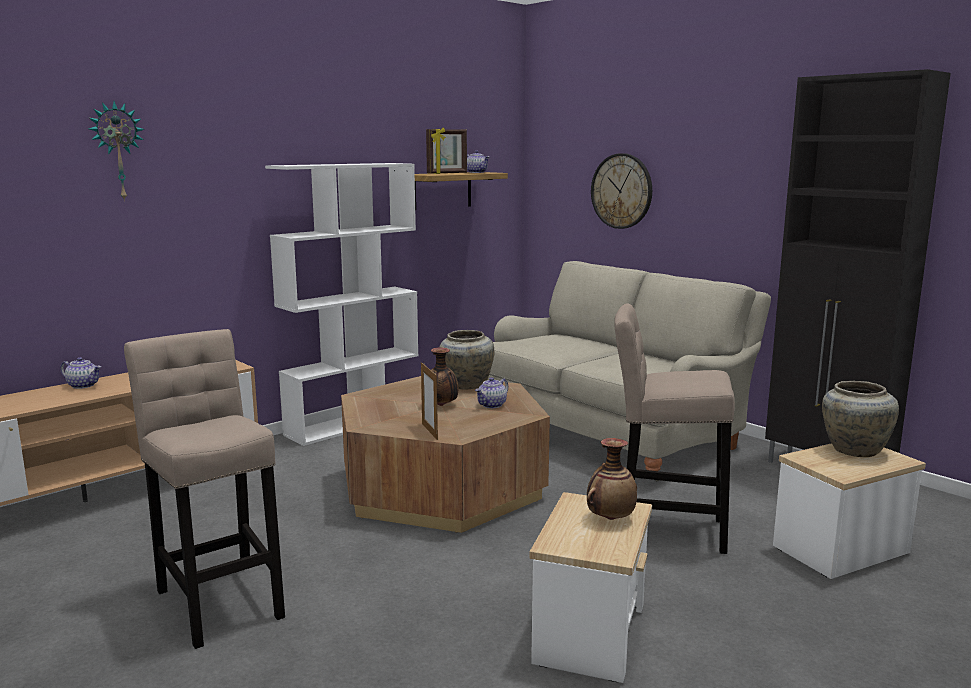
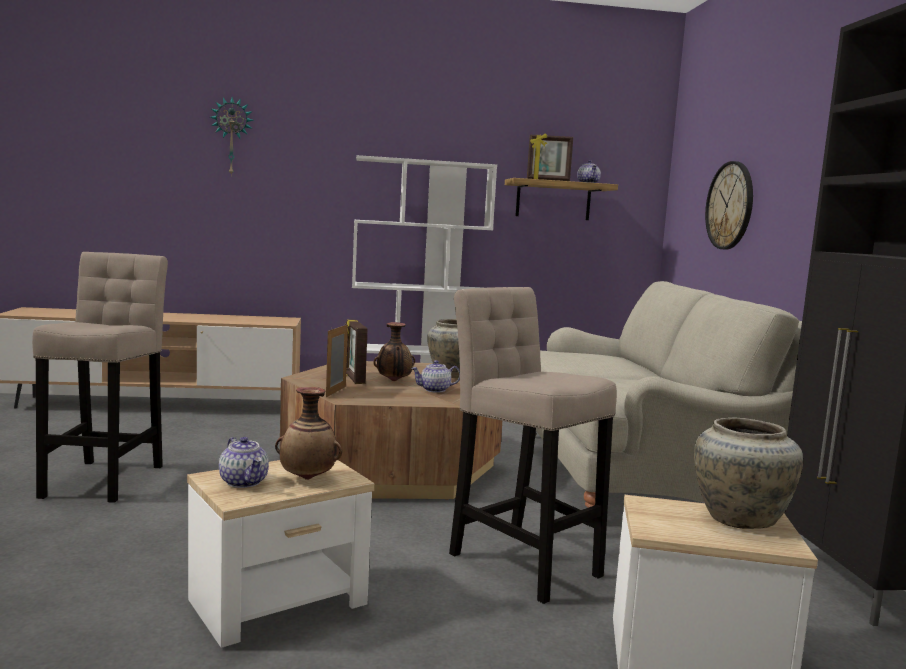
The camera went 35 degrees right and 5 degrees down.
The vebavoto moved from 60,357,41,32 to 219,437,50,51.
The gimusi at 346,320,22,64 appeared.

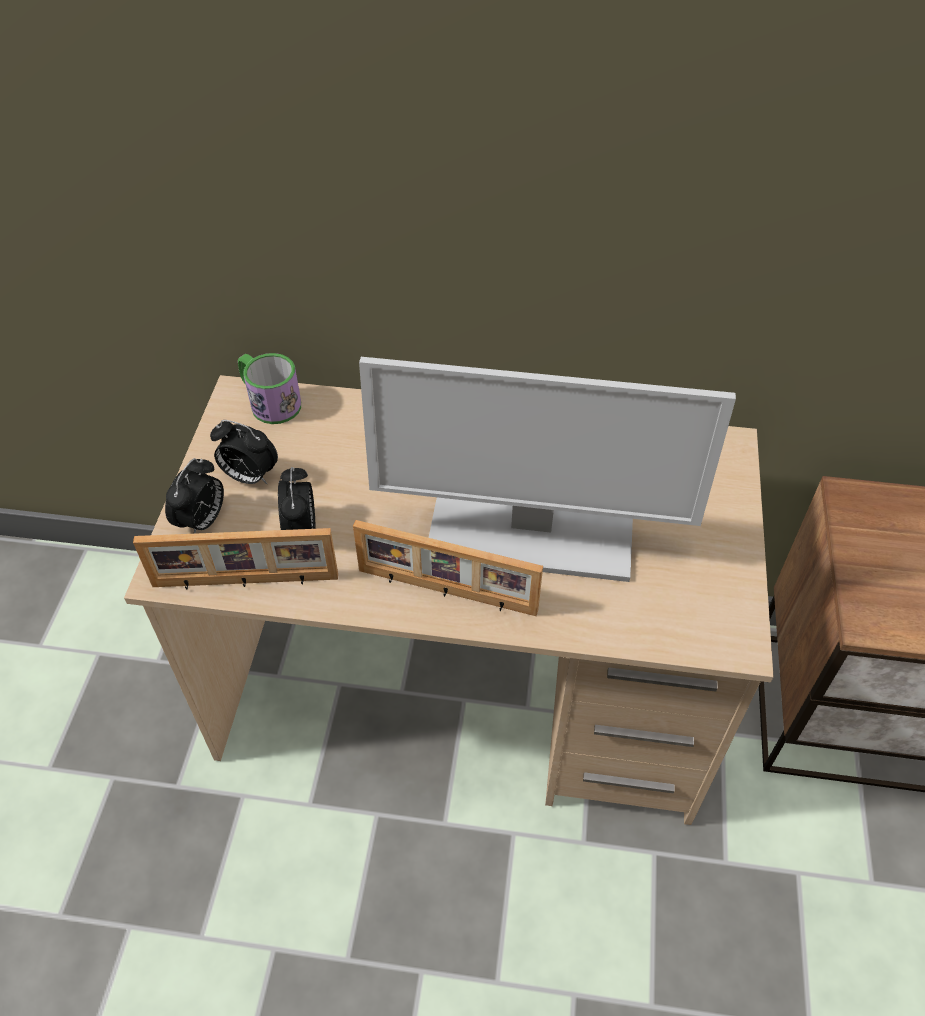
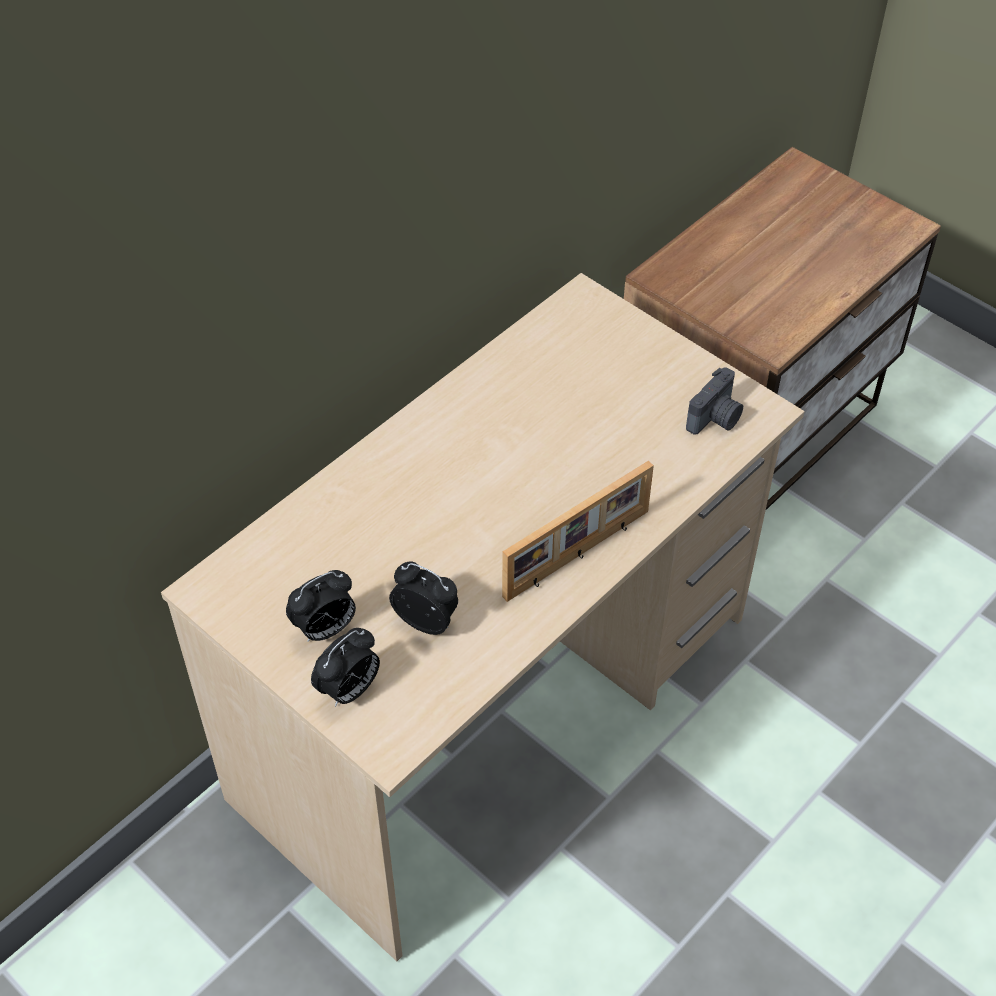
The camera went 55 degrees left and 0 degrees up.
The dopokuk at 238,353,63,71 disappeared.
The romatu at 359,357,377,225 disappeared.
The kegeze at 165,458,59,76 turned 75 degrees clockwise.
The gimusi at 133,528,205,61 disappeared.
The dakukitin at 686,367,57,68 appeared.

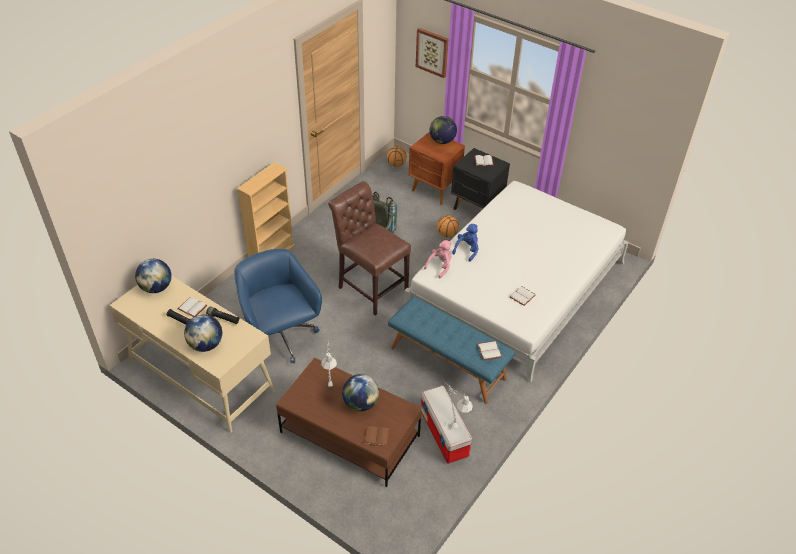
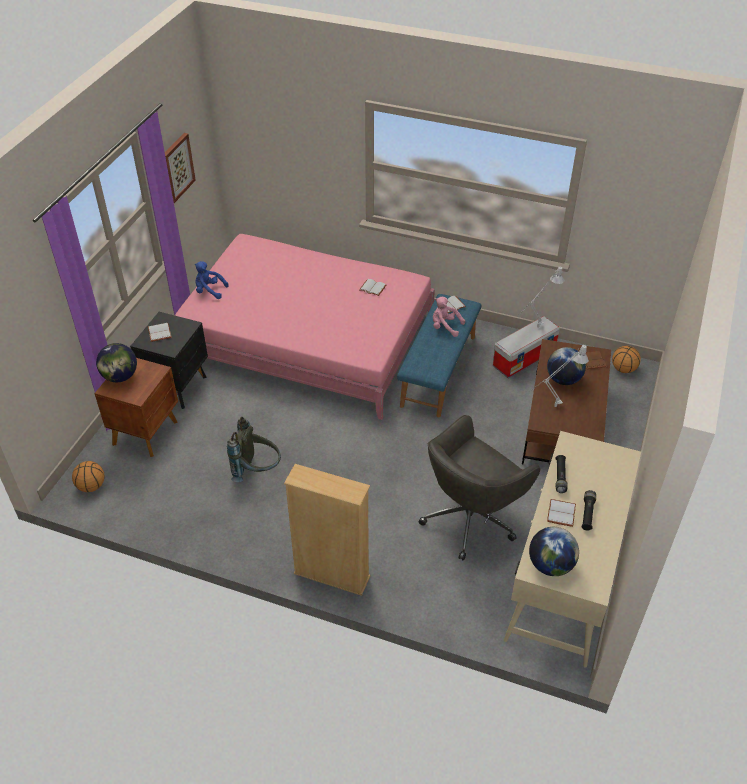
The camera went 105 degrees left and 0 degrees up.
The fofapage moved from 416,28,33,50 to 165,133,31,70.
The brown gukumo at 328,181,83,135 disappeared.
The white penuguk at 404,181,225,202 became the pink penuguk at 175,234,260,186.
The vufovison moved from 437,215,22,22 to 612,346,29,27.
The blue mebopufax moved from 452,224,27,38 to 195,261,34,38.
The pink mebopufax moved from 424,240,28,39 to 433,297,32,40.
The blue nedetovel at 234,249,88,114 became the grey nedetovel at 418,415,122,145.
The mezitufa at 184,315,38,37 disappeared.

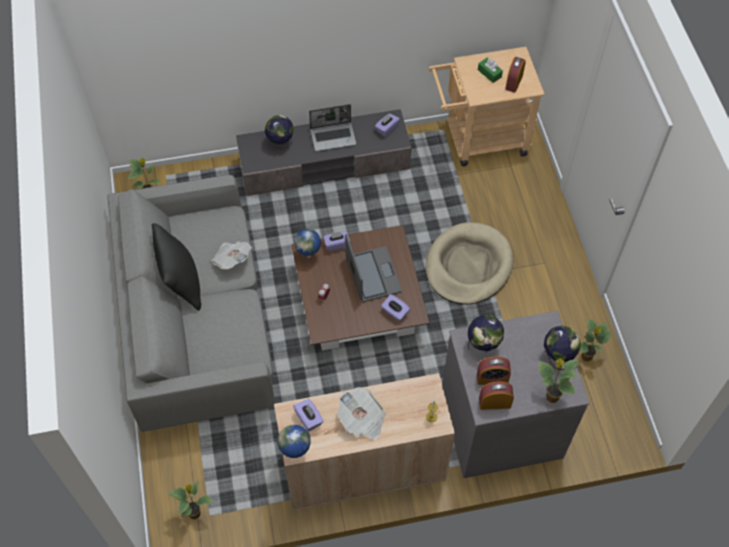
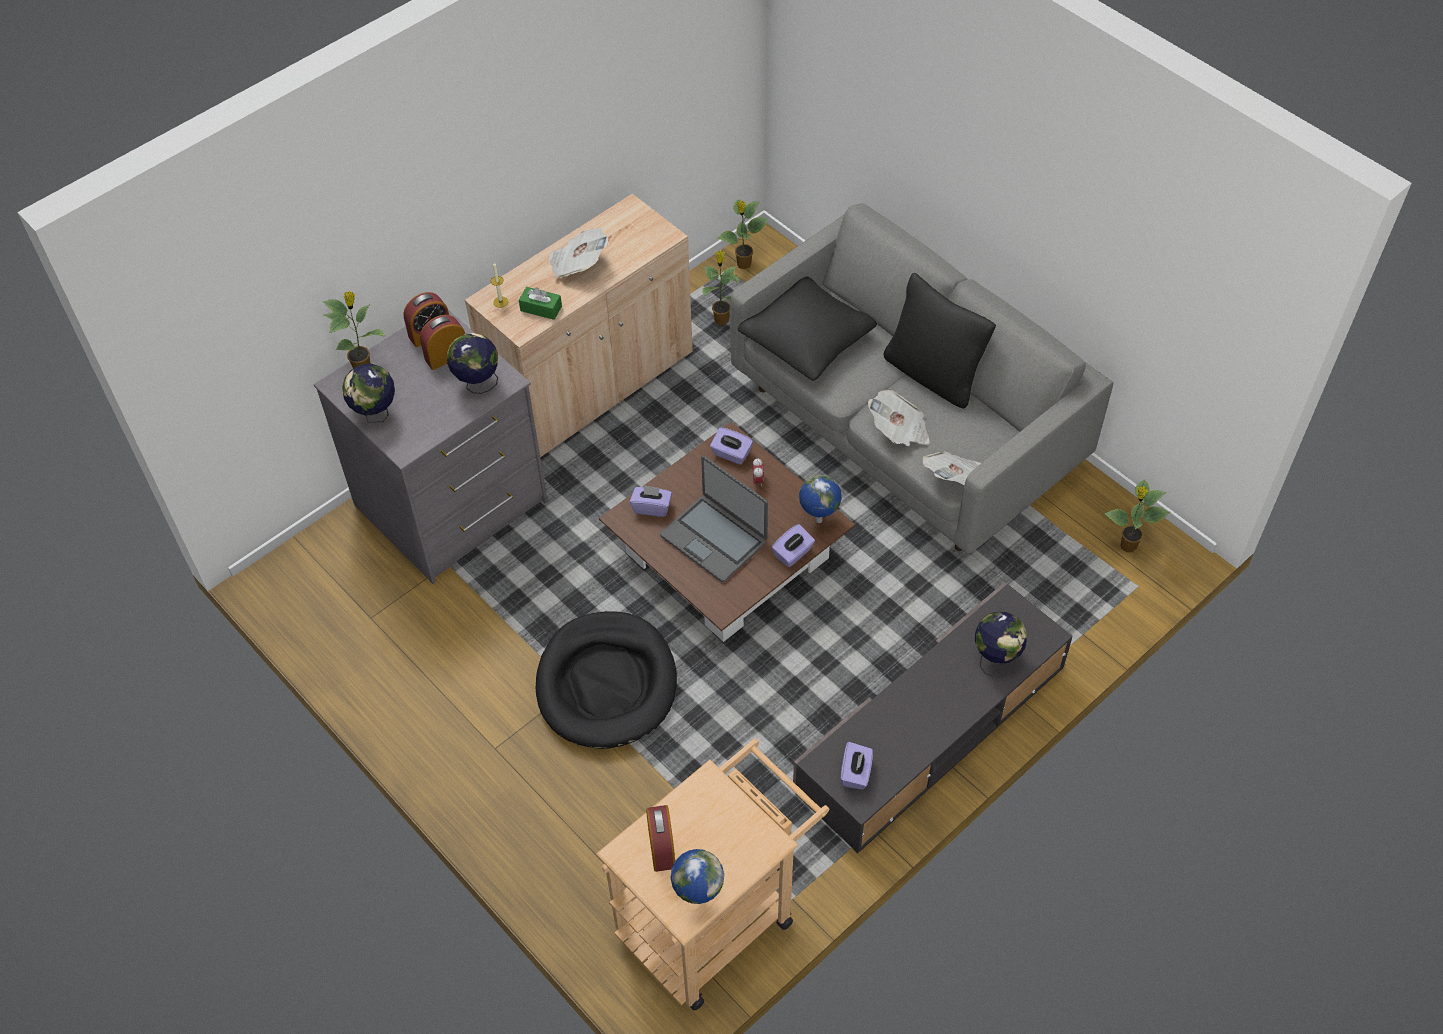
The camera went 150 degrees right and 5 degrees down.
The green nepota moved from 478,58,25,25 to 519,287,43,33.
The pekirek at 309,104,48,47 disappeared.
The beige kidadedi at 426,222,87,83 became the black kidadedi at 536,611,141,138.
The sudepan moved from 580,318,32,44 to 703,250,36,75.
The purple nepota moved from 293,399,31,33 to 710,427,43,38.
The mezitufa moved from 277,425,34,33 to 671,849,53,55.
The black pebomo at 738,277,139,104 appeared.
The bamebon at 922,451,59,34 appeared.

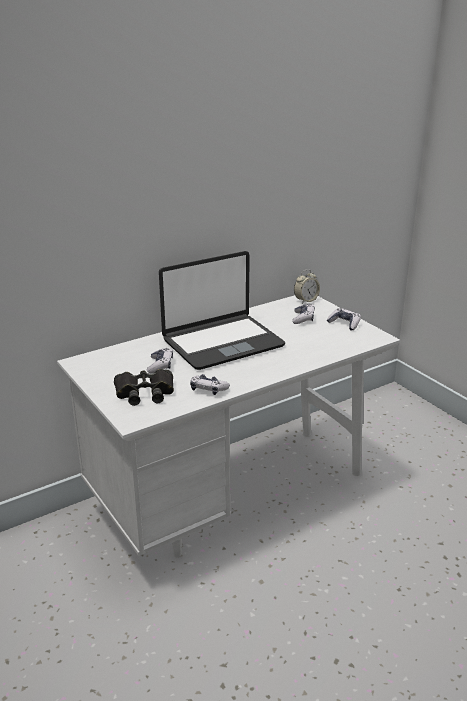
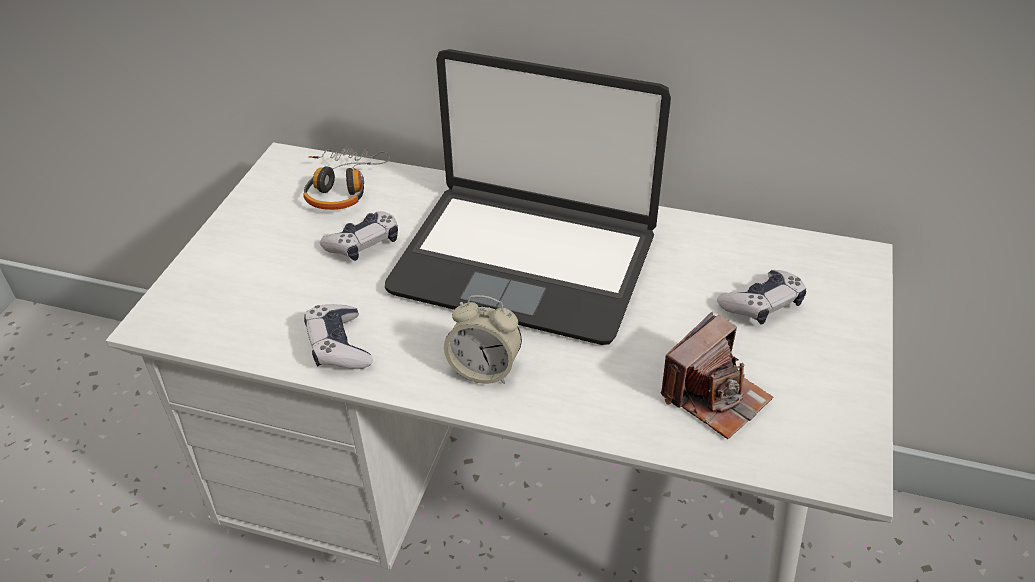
The camera went 50 degrees right and 15 degrees up.
The kegeze moved from 294,269,26,35 to 444,295,78,89.
The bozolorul at 327,308,34,23 disappeared.
The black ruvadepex at 114,369,60,37 disappeared.
The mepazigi at 303,148,87,62 appeared.
The dakukitin at 661,312,112,127 appeared.

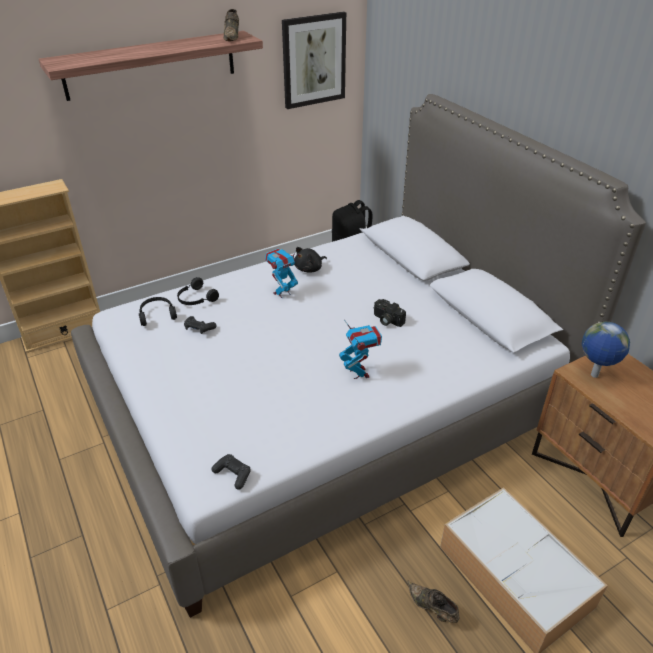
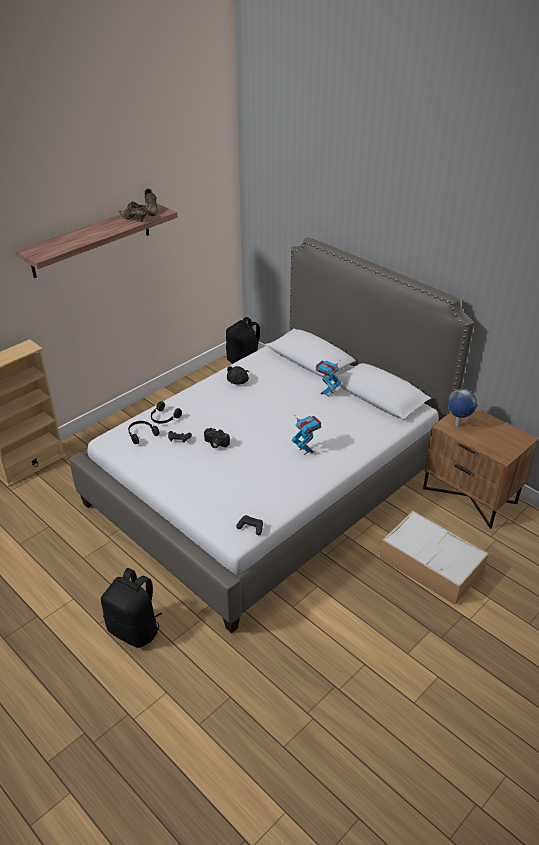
The camera went 15 degrees left and 0 degrees up.
The fofapage at 282,12,64,97 disappeared.
The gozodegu moved from 265,249,33,50 to 316,360,25,37.
The dakukitin moved from 373,299,33,28 to 204,428,26,20.
The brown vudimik moved from 407,581,52,42 to 119,201,29,21.
The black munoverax at 101,568,61,80 appeared.

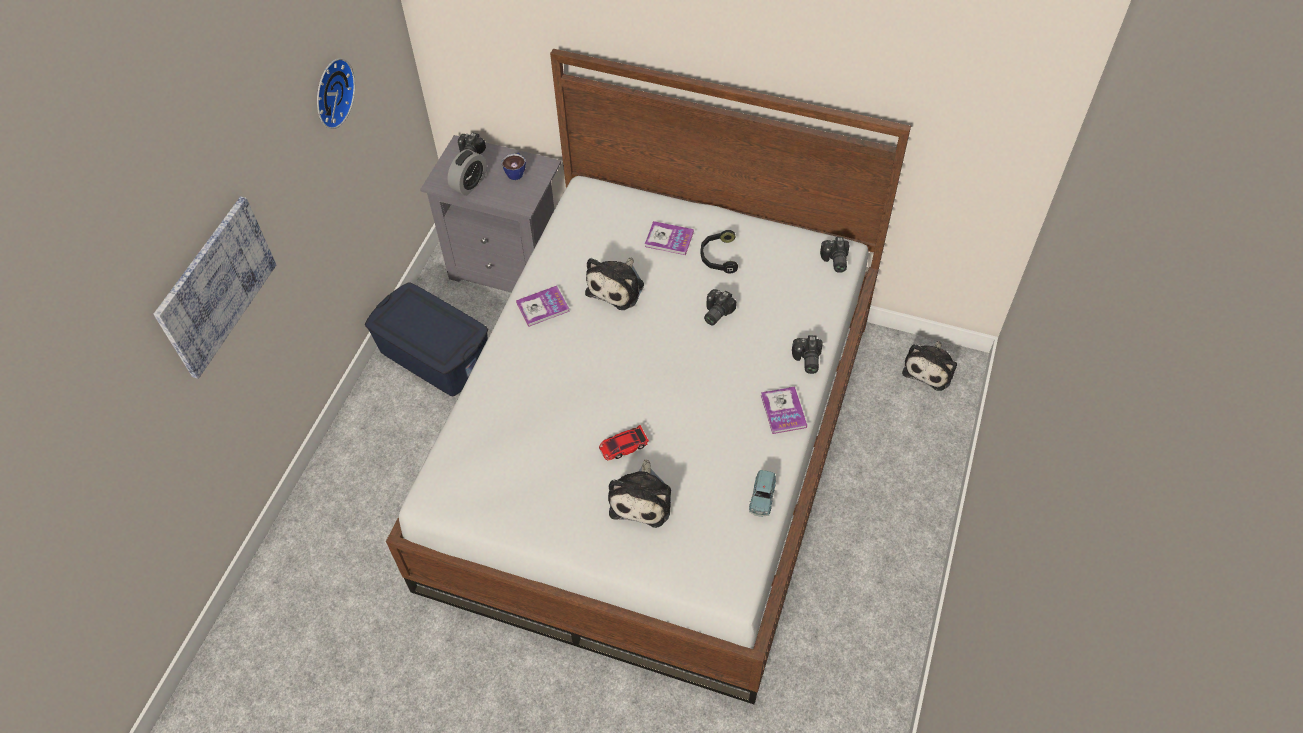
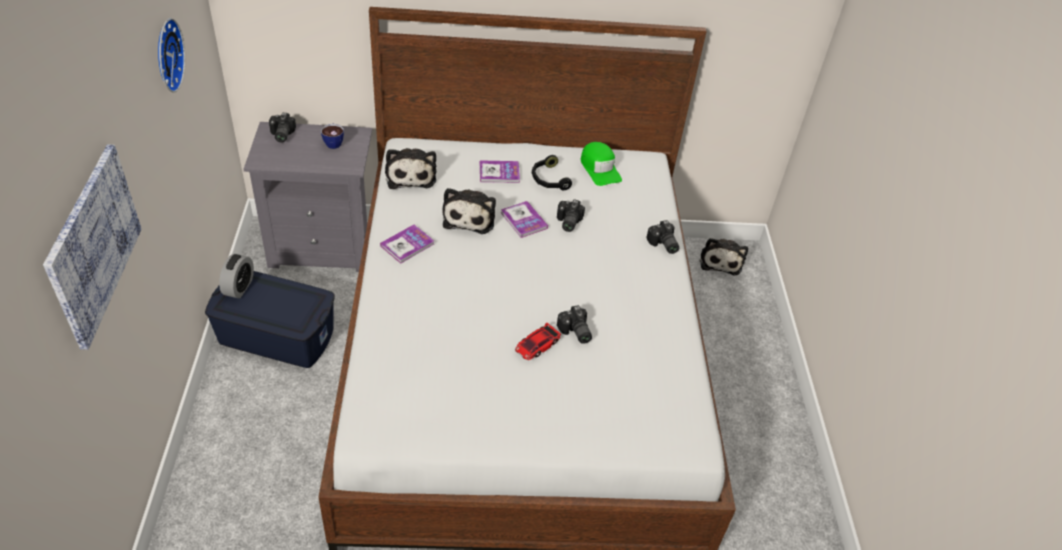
The camera went 25 degrees left and 10 degrees down.
The kegeze moved from 447,149,40,47 to 219,254,35,45.
The dakukitin moved from 820,237,29,36 to 557,305,35,39.
The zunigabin moved from 761,387,46,47 to 501,201,47,37.
The mebopufax moved from 608,459,63,69 to 385,148,51,41.
The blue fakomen at 749,470,27,47 disappeared.
The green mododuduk at 581,142,41,44 appeared.

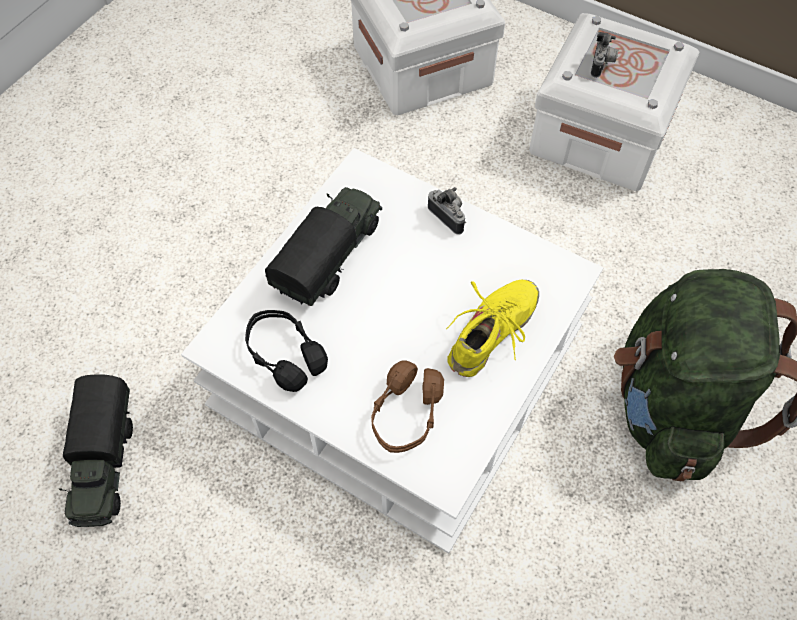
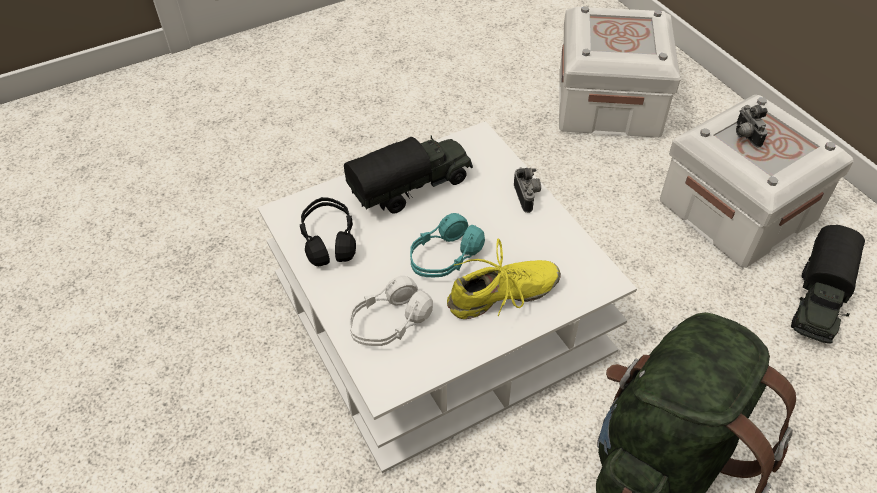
The camera went 30 degrees right and 10 degrees down.
The dakukitin at 591,32,28,46 turned 120 degrees clockwise.
The brown mepazigi at 371,360,73,93 became the white mepazigi at 349,276,84,70.
The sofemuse moved from 59,374,74,153 to 791,225,74,119.
The turquoise mepazigi at 410,213,75,64 appeared.

